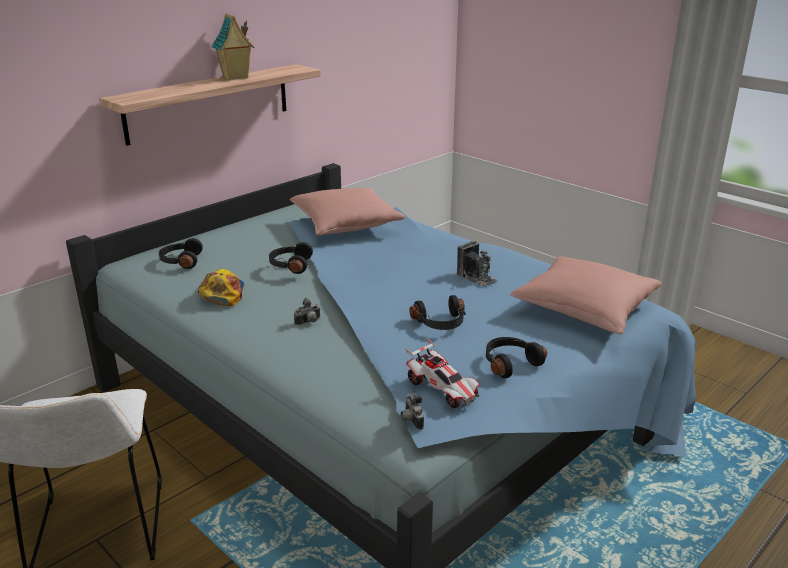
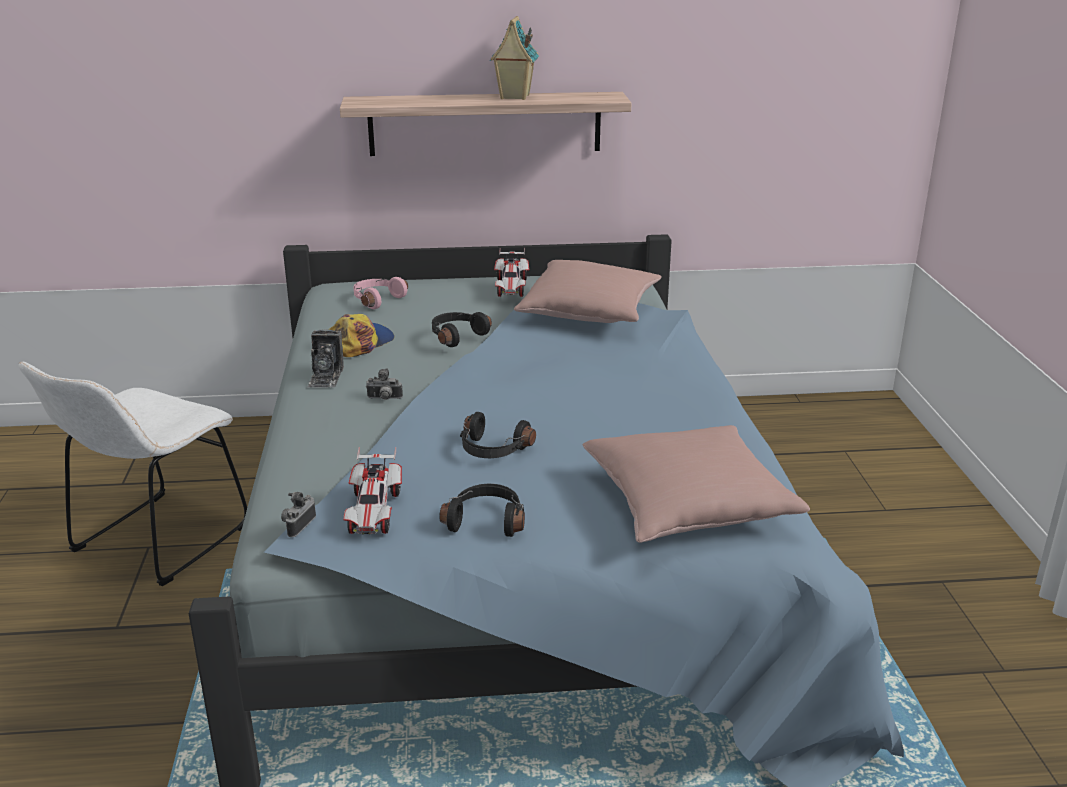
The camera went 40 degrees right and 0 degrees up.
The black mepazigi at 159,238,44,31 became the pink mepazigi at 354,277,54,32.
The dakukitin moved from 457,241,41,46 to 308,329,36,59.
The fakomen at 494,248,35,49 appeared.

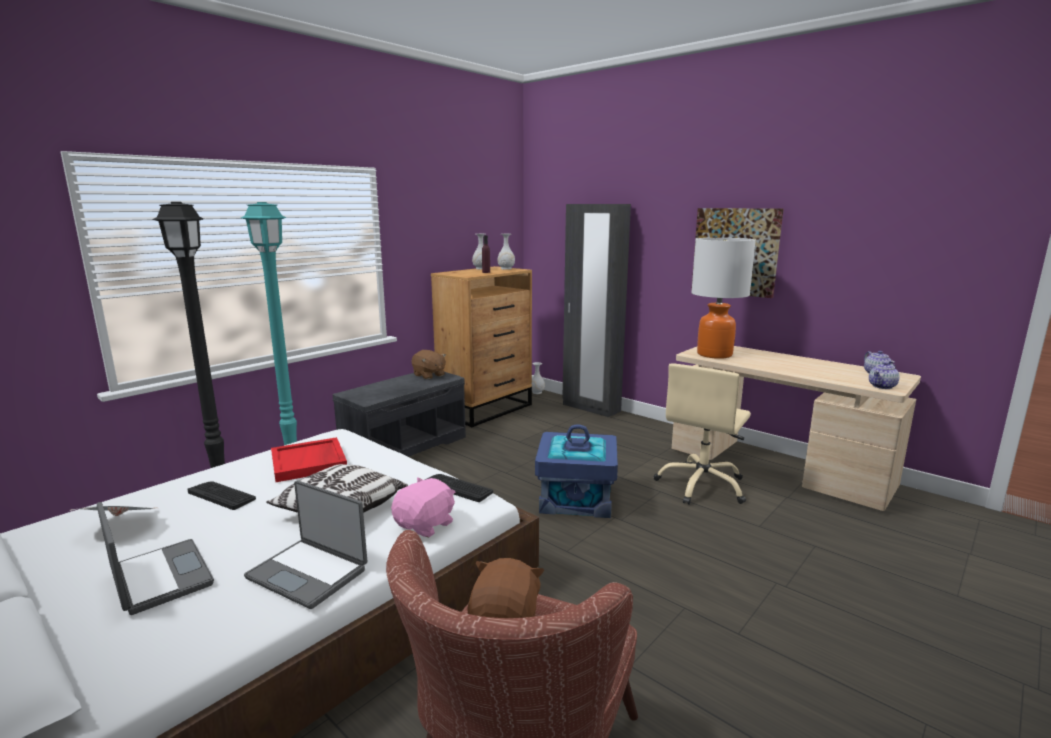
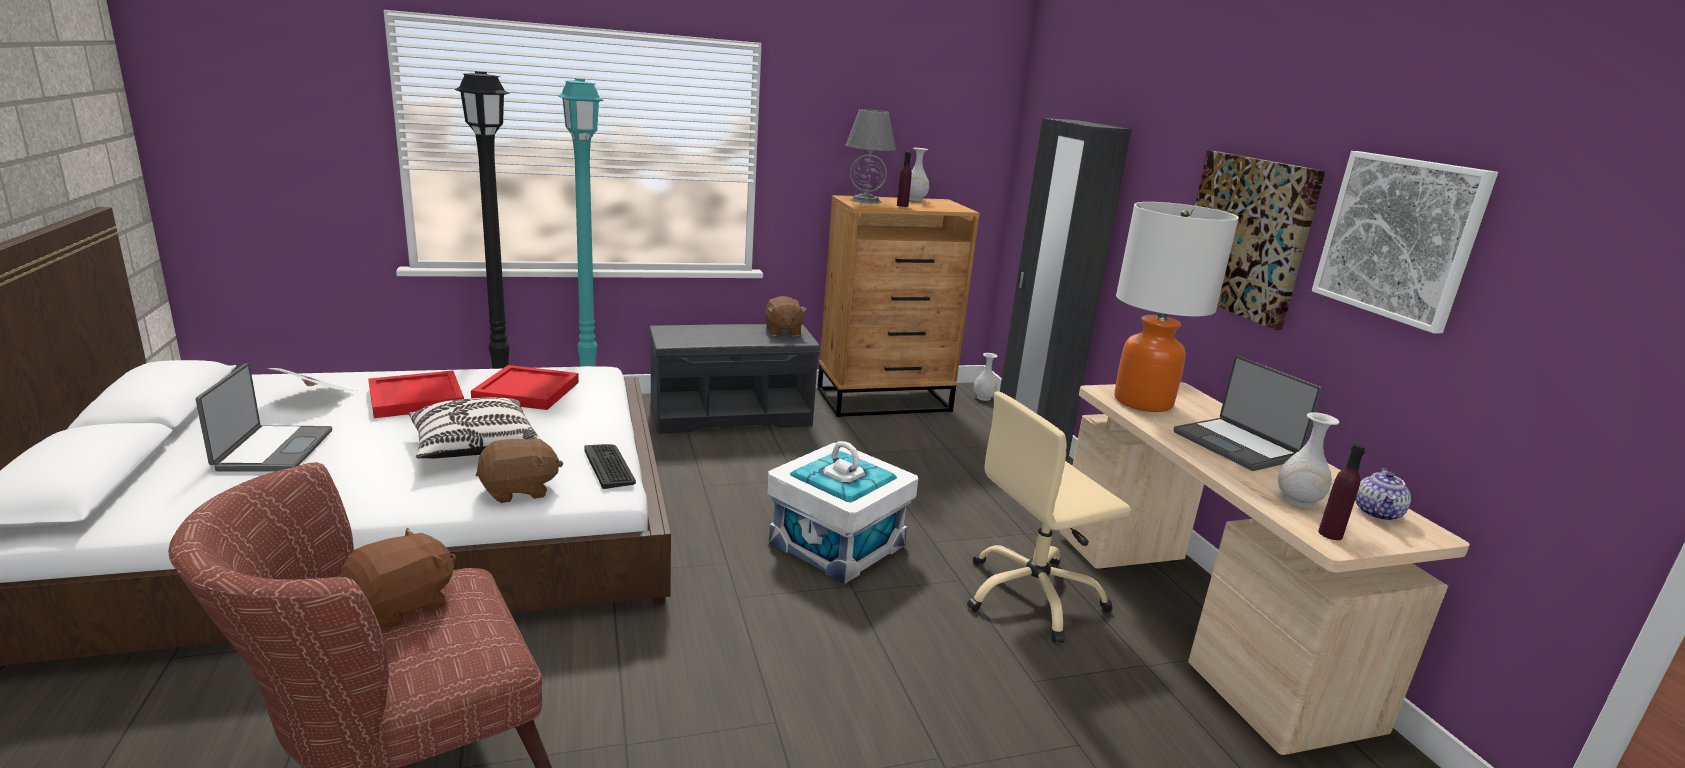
The camera went 30 degrees right and 5 degrees up.
The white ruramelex moved from 497,234,18,36 to 1278,412,62,96.
The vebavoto at 869,362,31,27 was replaced by the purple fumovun at 1318,444,47,96.
The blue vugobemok at 535,424,83,94 became the white vugobemok at 767,441,151,143.
The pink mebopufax at 391,478,64,59 became the brown mebopufax at 476,434,87,69.
The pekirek moved from 244,480,123,129 to 1174,356,148,115.
The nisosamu at 187,481,69,29 was replaced by the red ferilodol at 368,371,96,47.
The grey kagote at 846,109,50,95 appeared.
The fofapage at 1312,151,186,182 appeared.

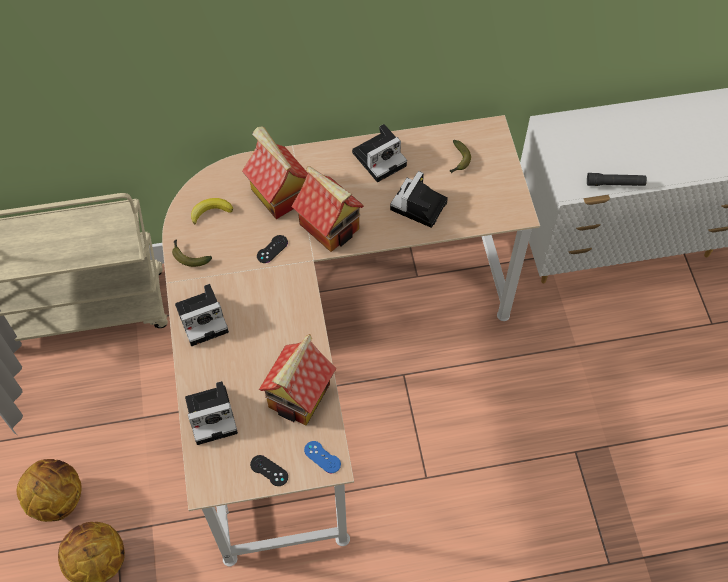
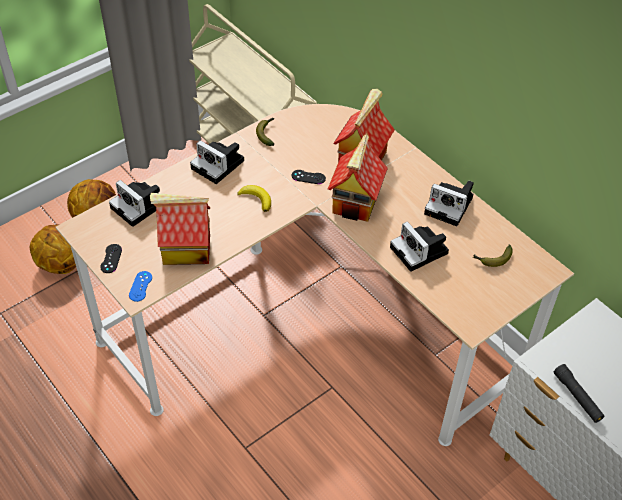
The camera went 60 degrees right and 10 degrees down.
The dakukitin at 390,171,58,57 turned 120 degrees counterclockwise.
The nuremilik moved from 191,198,42,26 to 237,185,34,27.

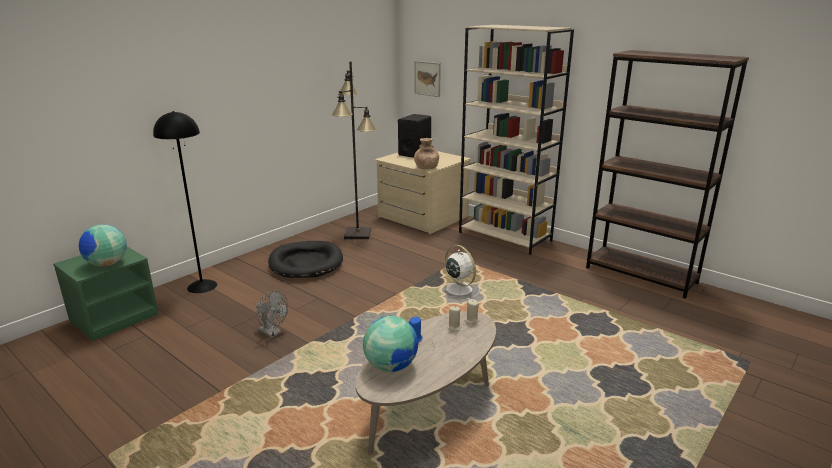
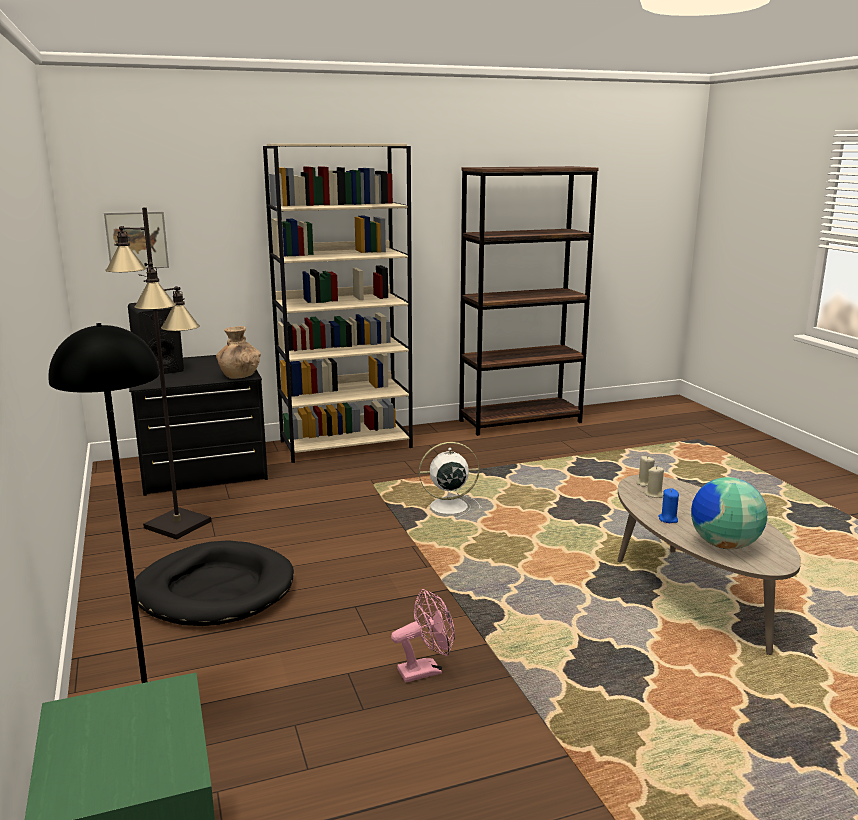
The camera went 60 degrees left and 5 degrees down.
The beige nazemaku at 375,151,96,83 became the black nazemaku at 129,355,139,141.
The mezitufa at 79,224,48,42 disappeared.
The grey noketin at 256,291,32,47 became the pink noketin at 391,589,64,93.

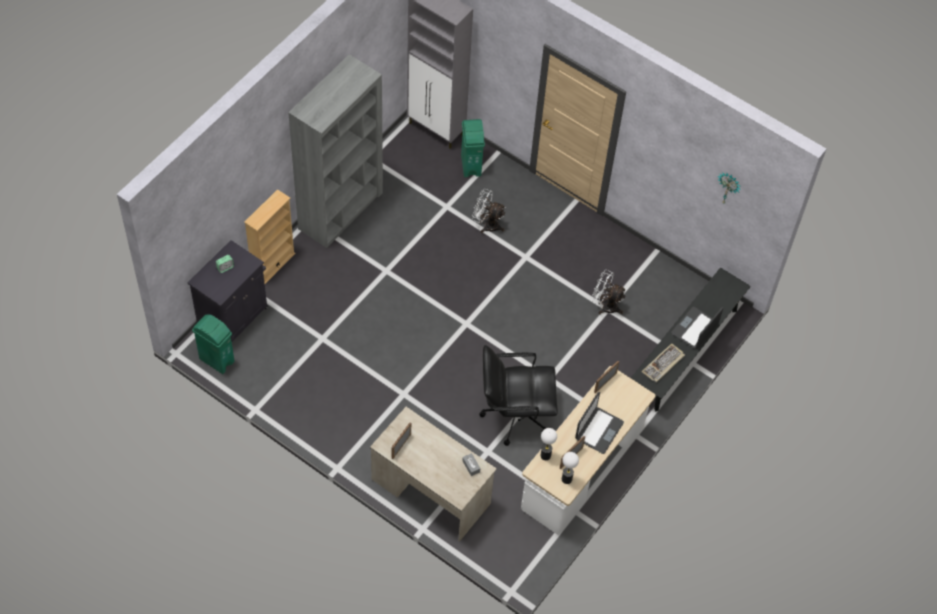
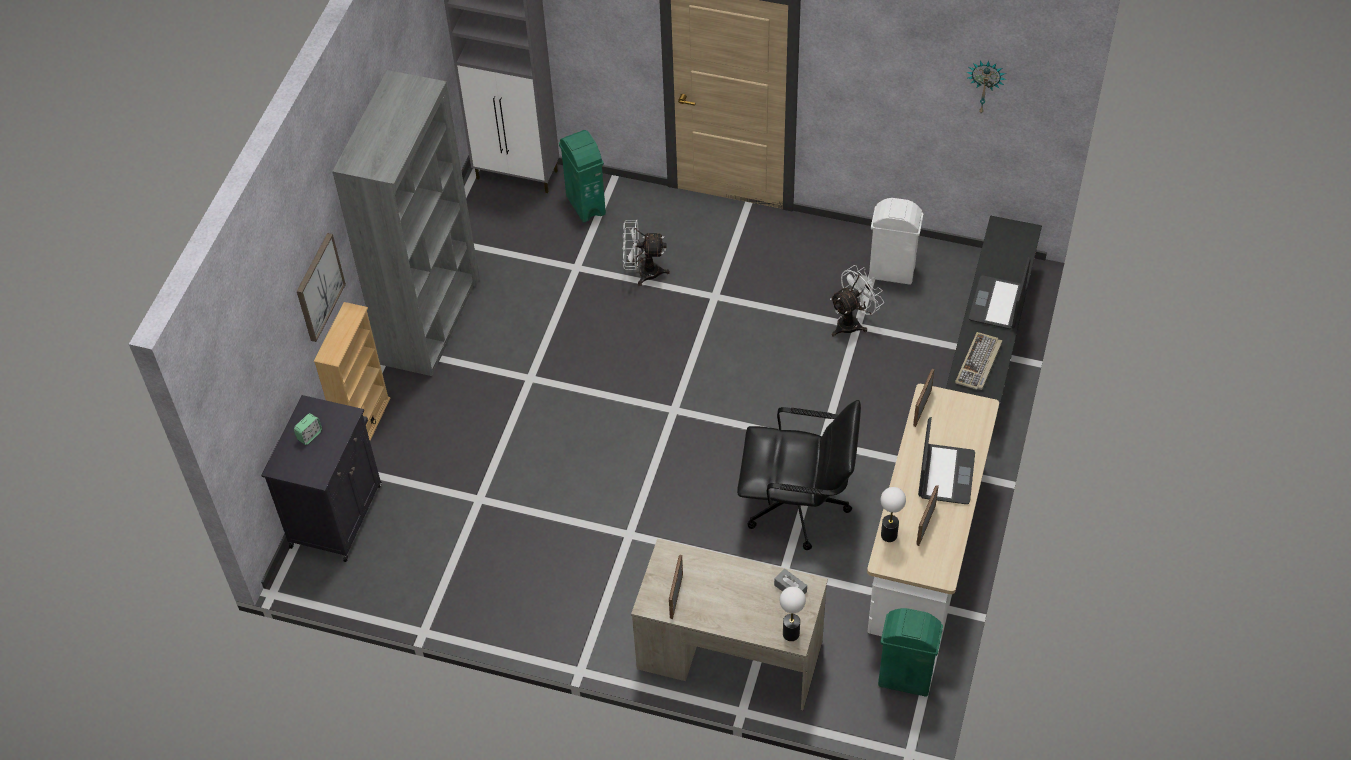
The camera went 15 degrees left and 5 degrees down.
The white noketin at 591,270,35,44 turned 135 degrees clockwise.
The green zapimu moved from 192,314,43,60 to 878,608,65,88.
The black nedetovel at 479,345,78,101 turned 150 degrees counterclockwise.
The kagote moved from 562,452,17,32 to 780,587,26,54.
The white zapimu at 869,198,54,87 appeared.
The fofapage at 297,233,49,109 appeared.

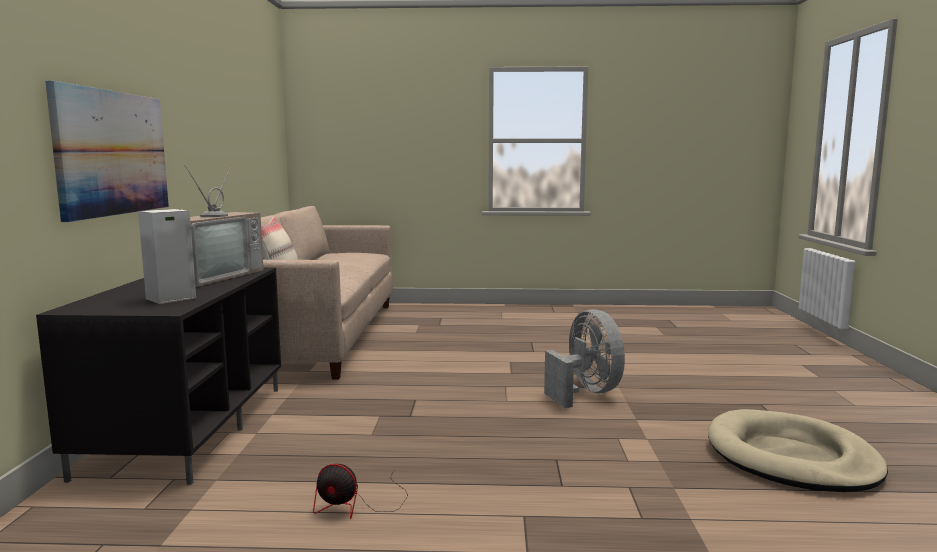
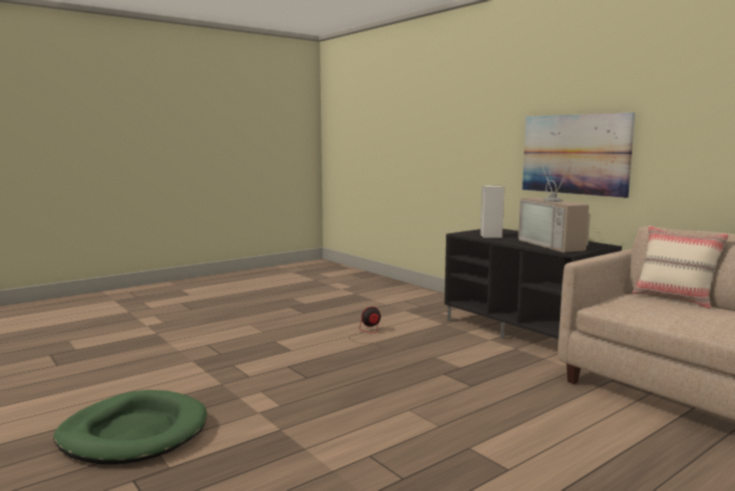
The camera went 140 degrees right and 0 degrees up.
The grey noketin at 544,309,81,99 disappeared.
The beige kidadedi at 708,409,180,83 became the green kidadedi at 54,390,153,74.

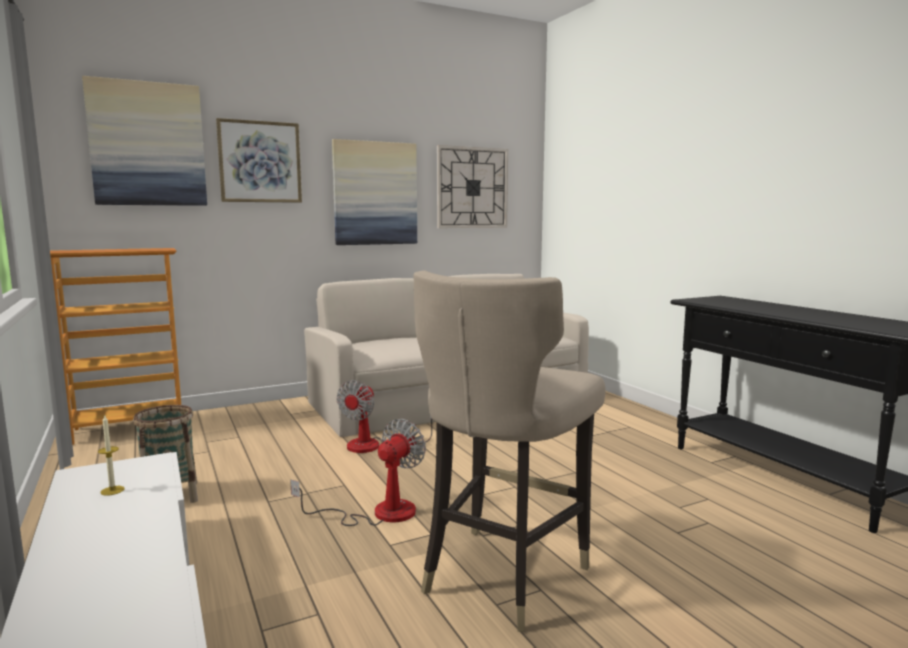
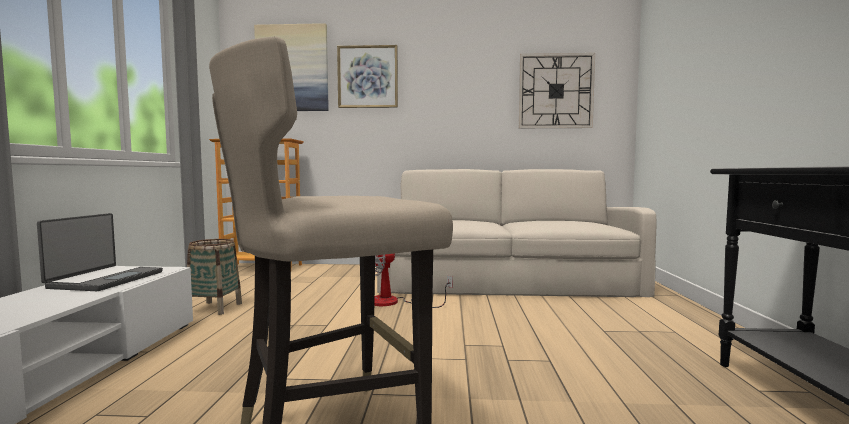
The camera went 30 degrees right and 5 degrees down.
The fofapage at 332,139,85,106 disappeared.
The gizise at 98,414,26,82 was replaced by the pekirek at 37,213,126,78.
The noketin at 290,419,136,107 disappeared.

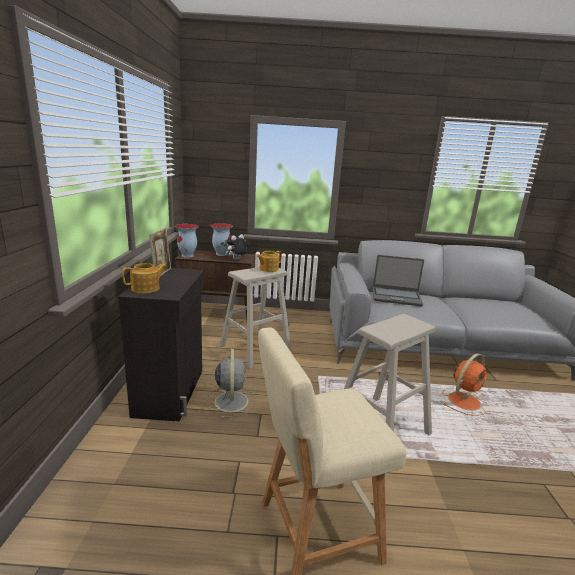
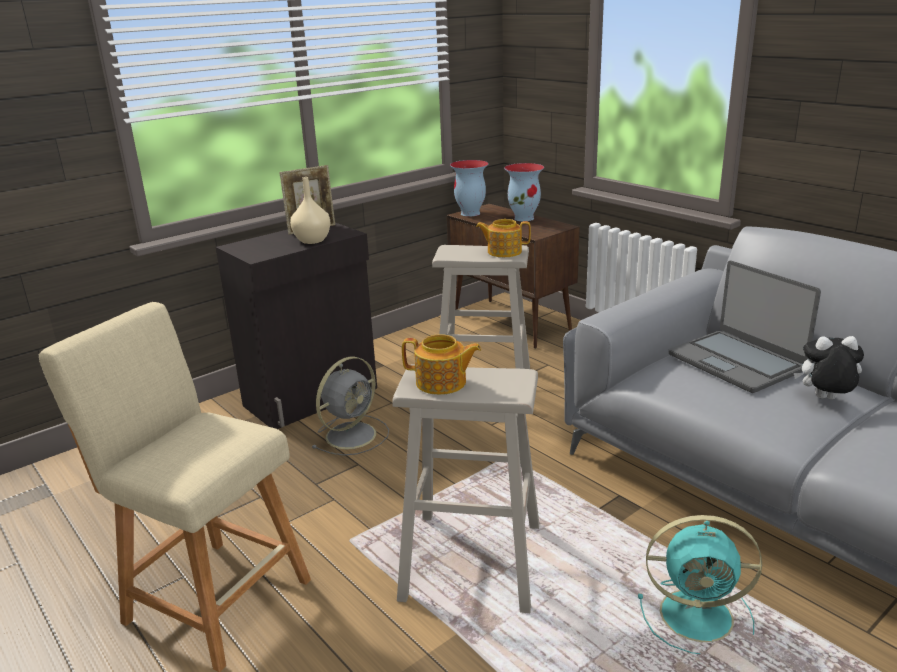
The camera went 50 degrees right and 5 degrees up.
The mebopufax moved from 226,234,21,26 to 794,336,70,63.
The vebavoto moved from 122,263,45,30 to 402,334,80,61.
The orange noketin at 442,353,45,63 became the turquoise noketin at 638,515,124,139.
The beige ruramelex at 290,177,41,67 appeared.

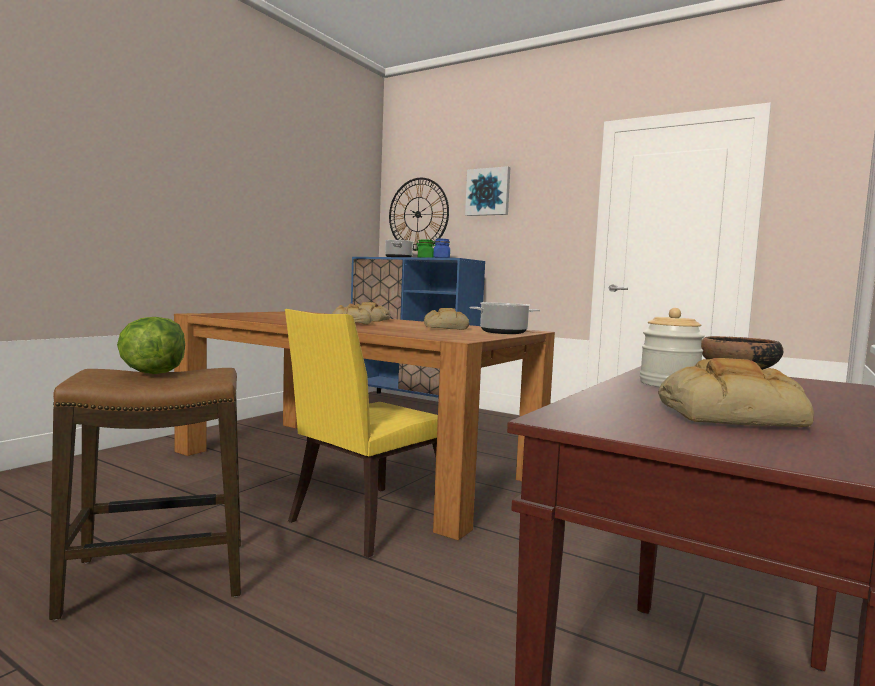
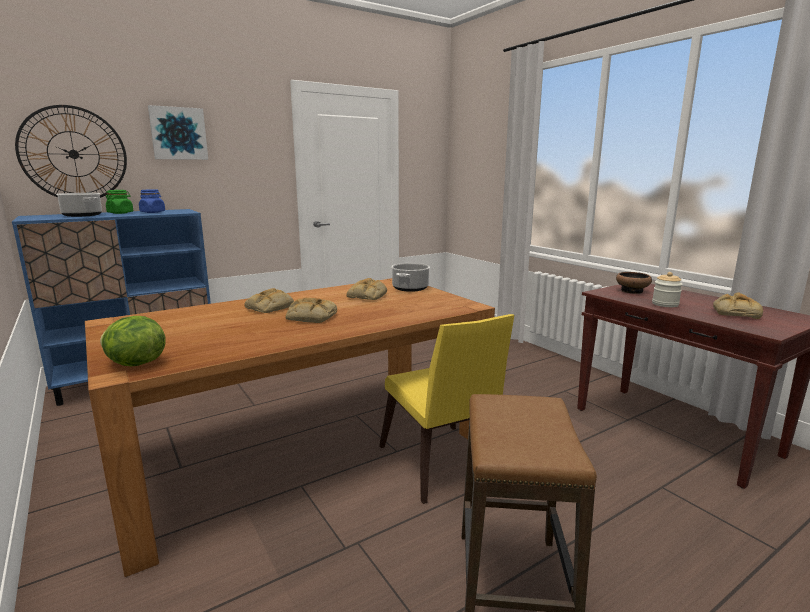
The camera went 65 degrees left and 10 degrees up.
The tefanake moved from 117,317,68,57 to 100,316,66,50.

